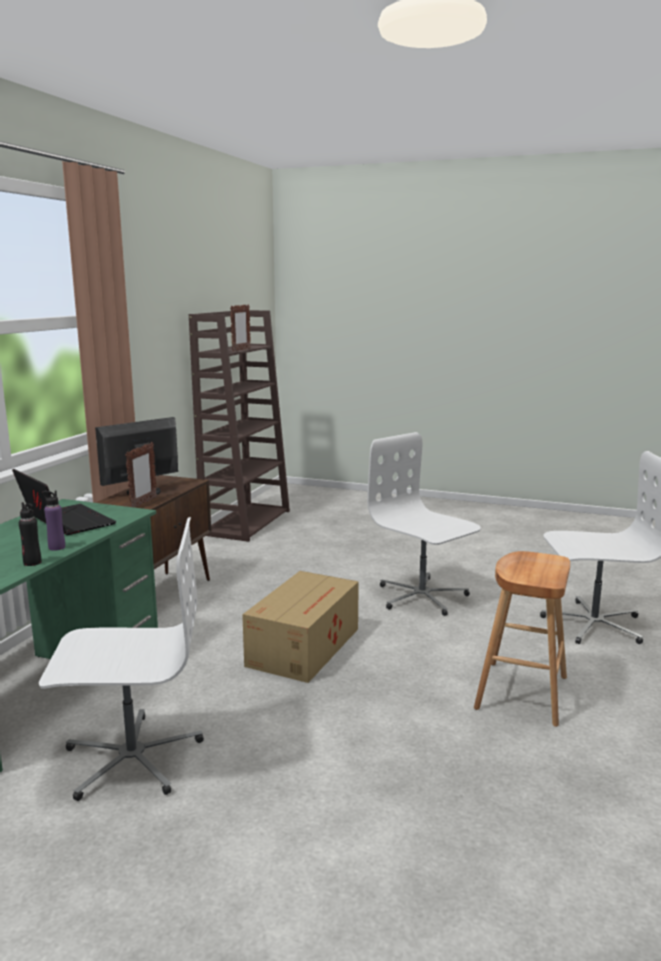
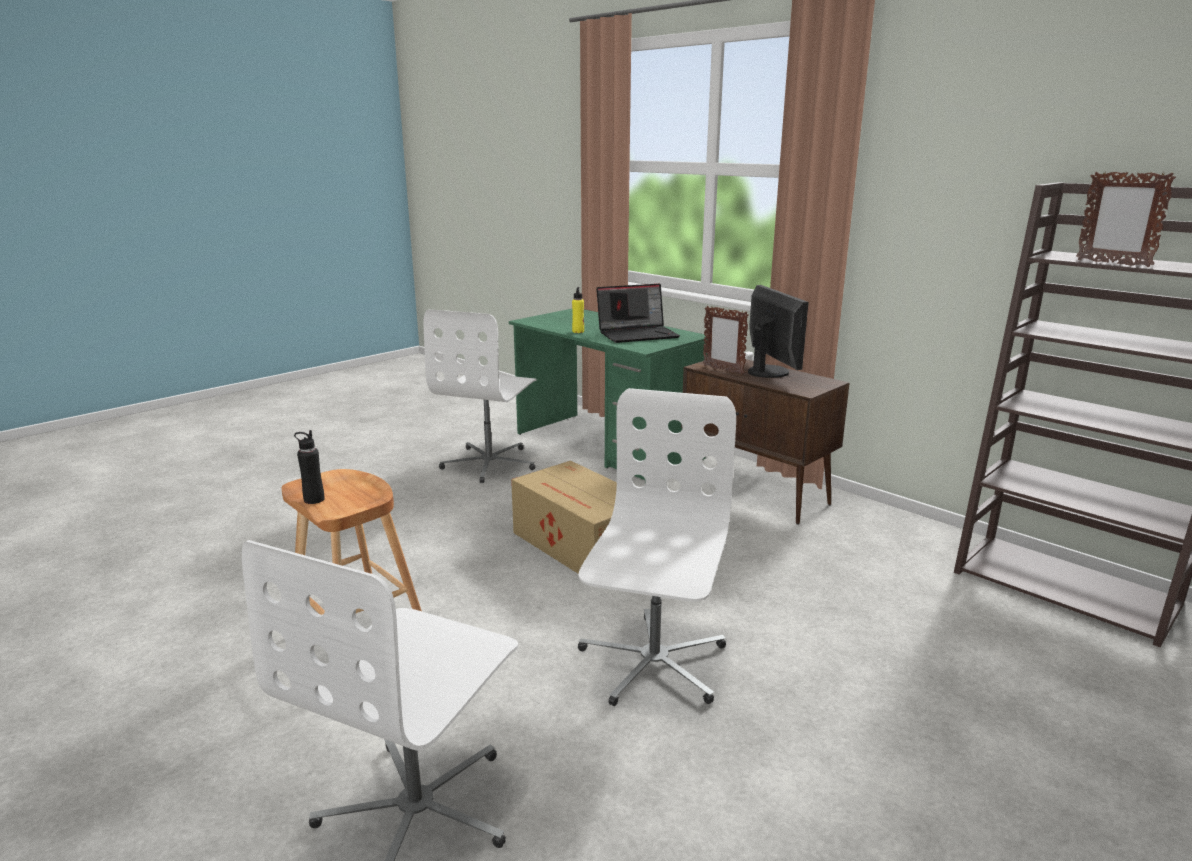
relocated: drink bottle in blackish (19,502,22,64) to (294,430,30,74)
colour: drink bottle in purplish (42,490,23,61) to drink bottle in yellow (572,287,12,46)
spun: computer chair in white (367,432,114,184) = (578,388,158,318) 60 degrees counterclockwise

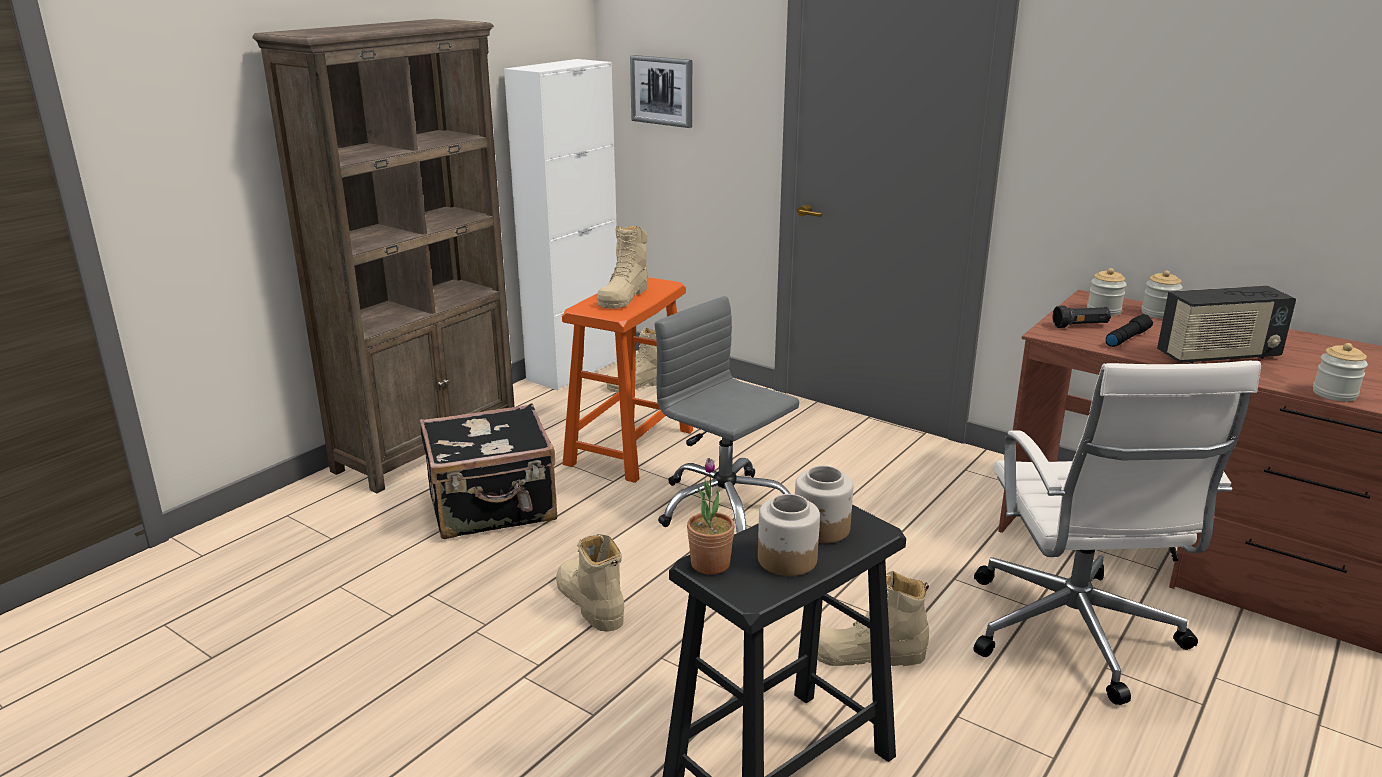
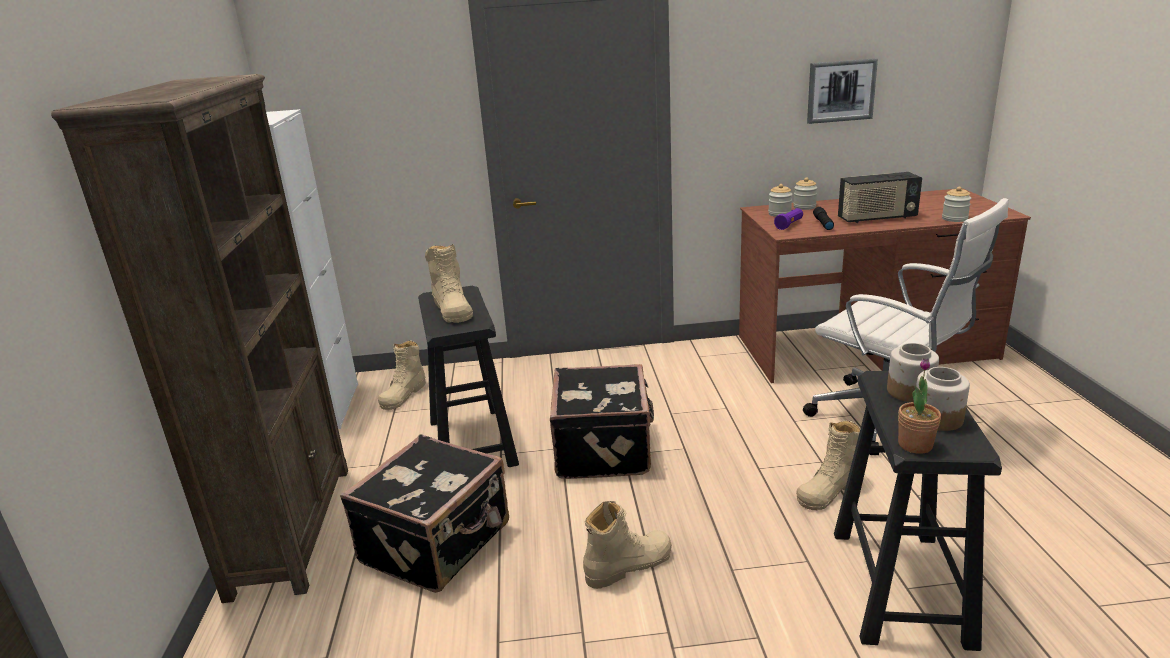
relocated: picture (630,55,62,73) to (807,58,71,66)
exchanged: computer chair in greyish (654,296,145,237) to travel case in blackish (550,364,104,115)
colour: stool seat in orangey (562,277,131,206) to stool seat in blackish (418,286,101,181); torch in blackish (1052,305,59,23) to torch in purplish (774,208,29,22)
spun: boot in beige-coloured (556,534,68,98) = (583,501,89,88) 135 degrees clockwise; radio receiver (1157,286,139,78) = (838,172,84,51) 45 degrees clockwise

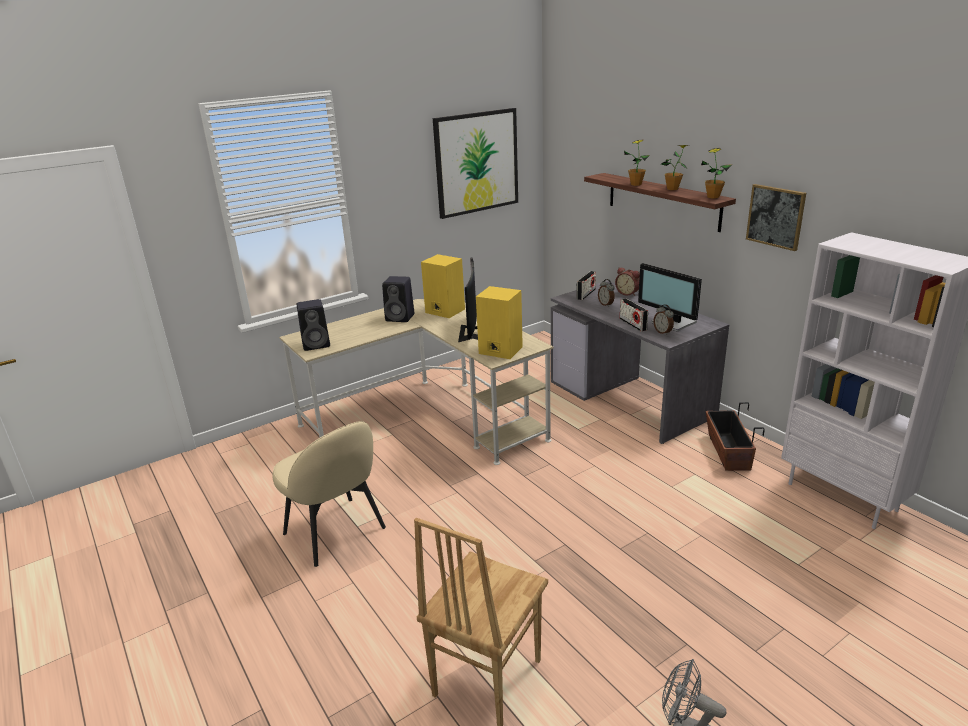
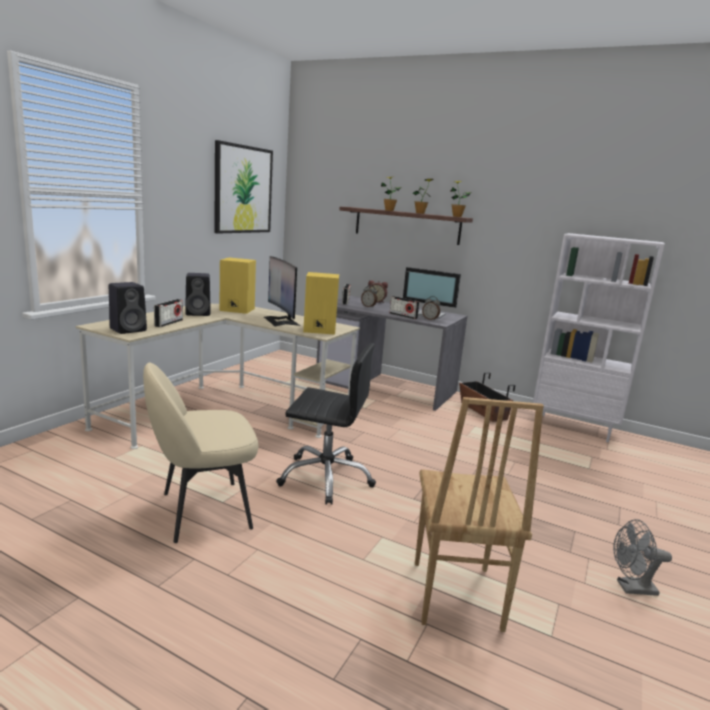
missing: picture (746,184,60,67)
appeared: radio receiver (154,299,29,28); computer chair in blackish (276,343,100,162)
spun: upright chair in beige-coloured (272,421,114,146) = (143,362,115,181) 135 degrees clockwise

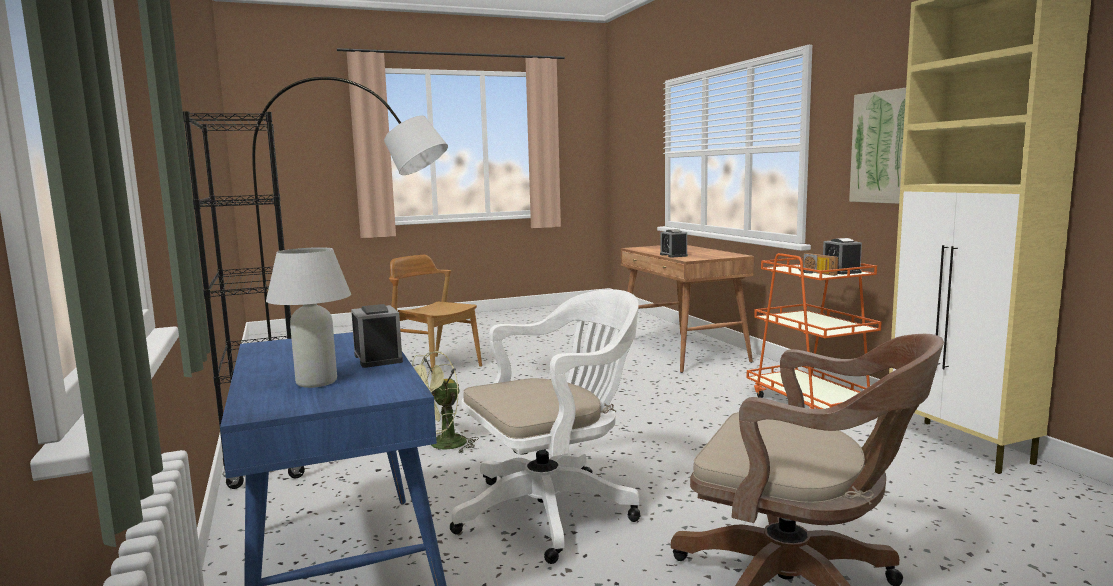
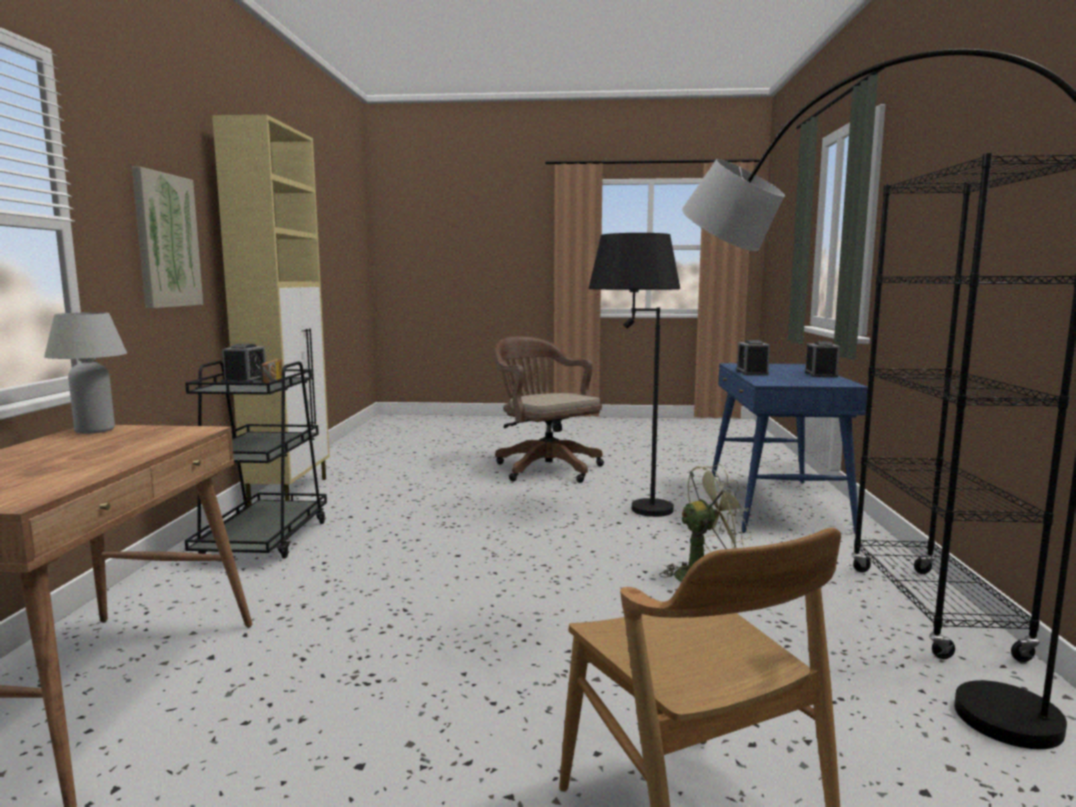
relocated: lamp for a table in white (266,247,85,141) to (44,312,83,122); table clock (660,229,28,29) to (805,341,35,37)
exchanged: computer chair in white (450,289,191,275) to standard lamp in blackish (589,233,91,284)
colour: trolley in orangey (747,253,135,156) to trolley in blackish (185,361,142,197)

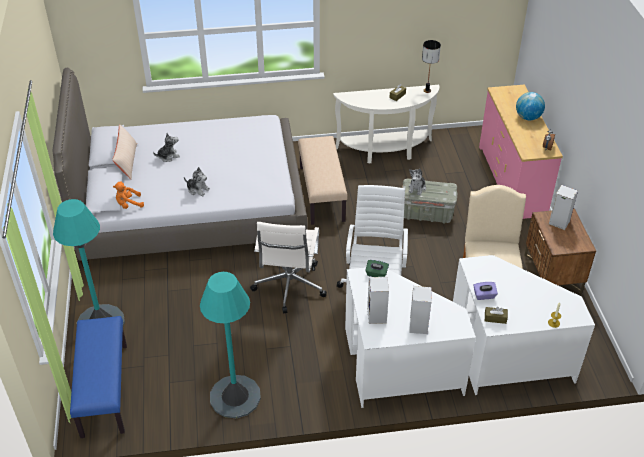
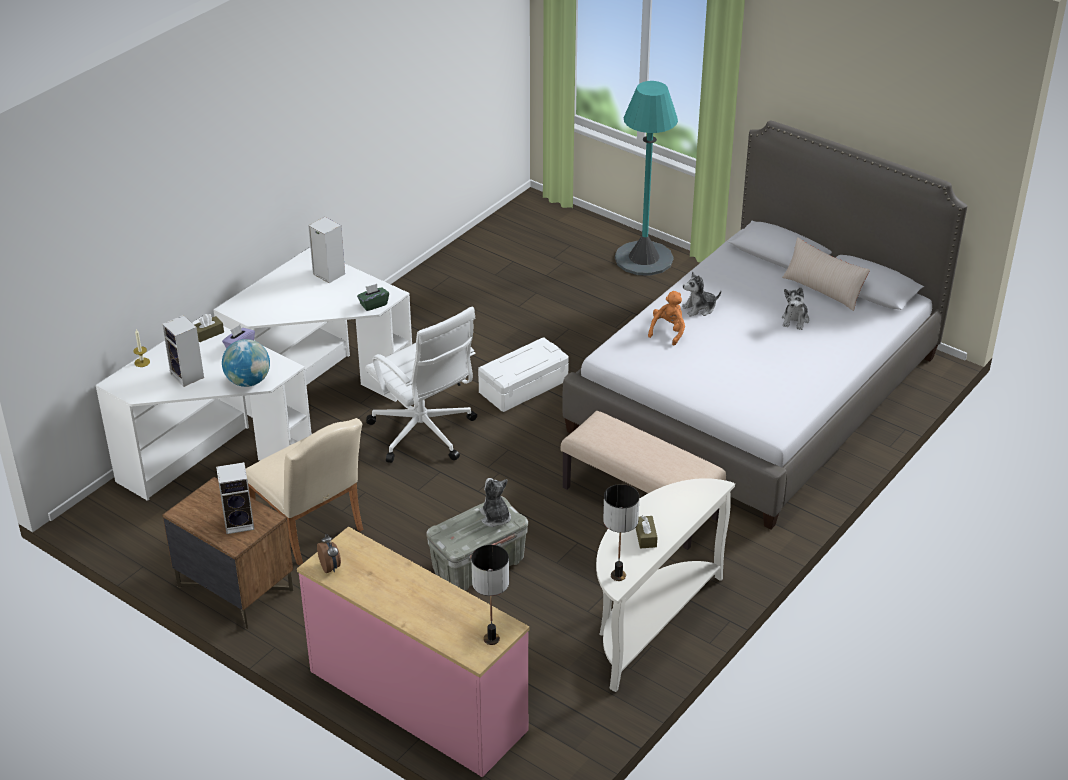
missing: bench in blue-coloured (70,316,57,122); standard lamp in turquoise-coloured (200,272,61,146)
appeared: lamp for a table (471,545,38,100)
relocated: cuddly toy in orangey (113,182,31,27) to (648,291,37,54); loudspeaker (409,286,23,48) to (162,315,42,72); world globe (516,92,29,28) to (222,339,48,48)
exchanged: computer chair in white (250,222,77,91) to storage bin in white (478,337,90,75)

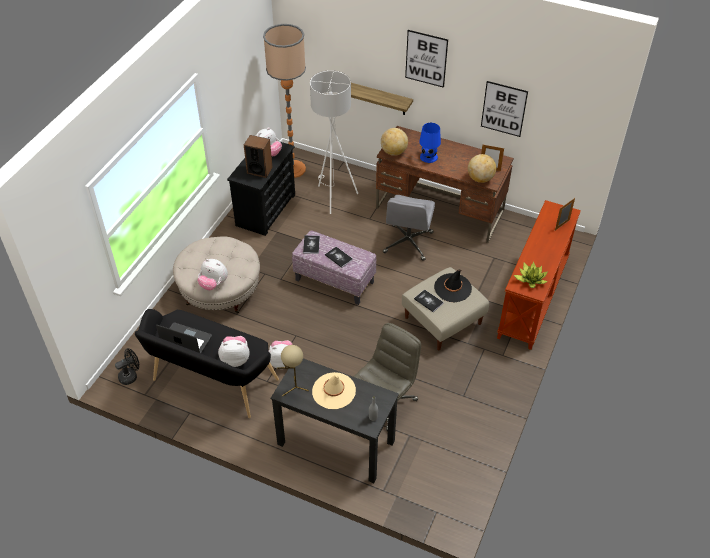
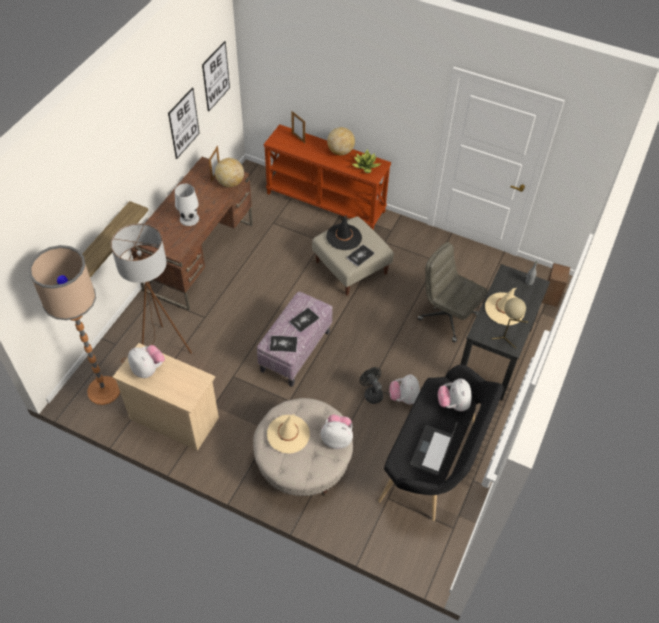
missing: computer chair in greyish (383,195,52,66)
appeared: clothing hat in beige-coloured (267,414,43,40)
relocated: fan in blackish (115,348,24,37) to (359,367,24,37); loudspeaker (244,135,29,43) to (542,263,29,44); world globe (381,128,27,28) to (327,127,28,28); picture (405,30,43,58) to (202,41,28,71)
colour: drawer chest in blackish (227,142,68,94) to drawer chest in beige-coloured (113,343,106,108); standard lamp in white (310,70,49,144) to standard lamp in brownish (111,223,81,140); lamp for a table in blue-coloured (419,123,22,40) to lamp for a table in white (175,184,24,42)
spun: cuddly toy (197,259,31,32) = (321,414,32,35) 105 degrees counterclockwise

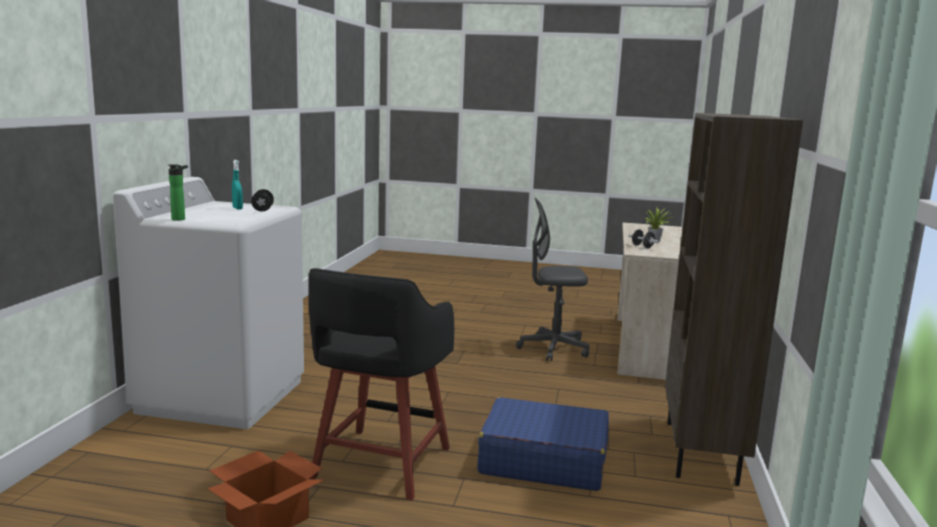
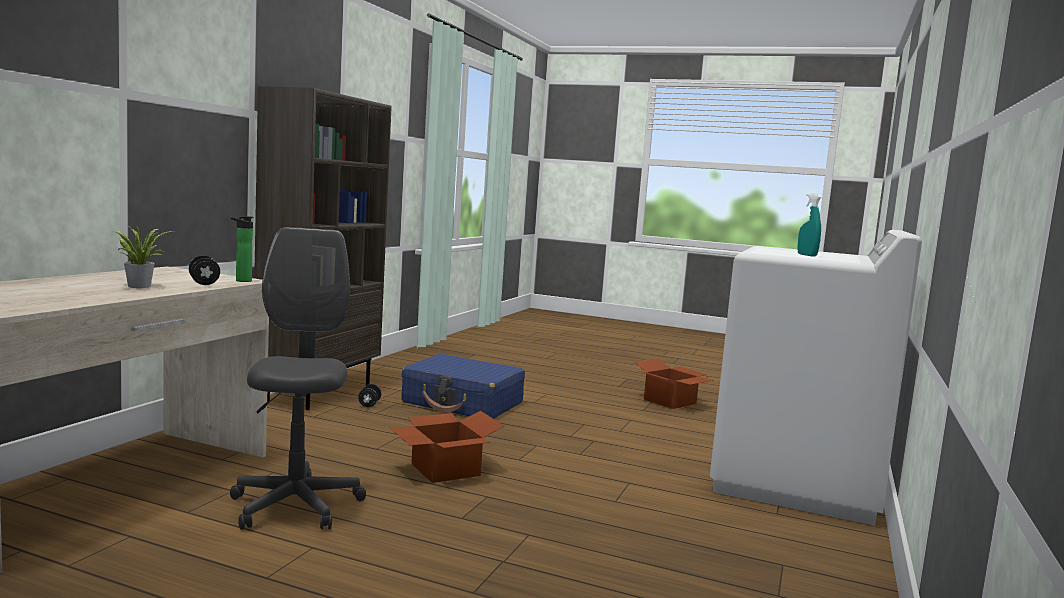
missing: stool seat in blackish (309,268,145,233)
appeared: cardboard box (390,411,114,72)
relocated: drink bottle (168,164,20,57) to (231,216,23,66); dumbbell in blackish (251,189,23,22) to (358,384,23,23)
spun: computer chair in greyish (516,198,74,163) = (230,227,136,303) 105 degrees counterclockwise

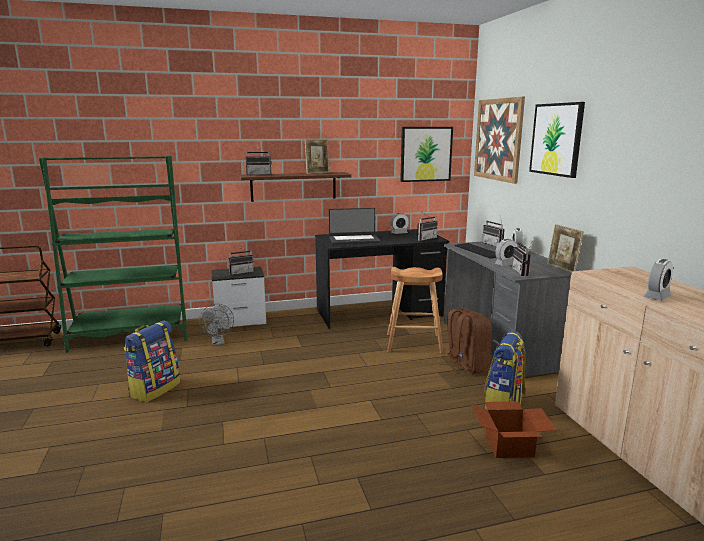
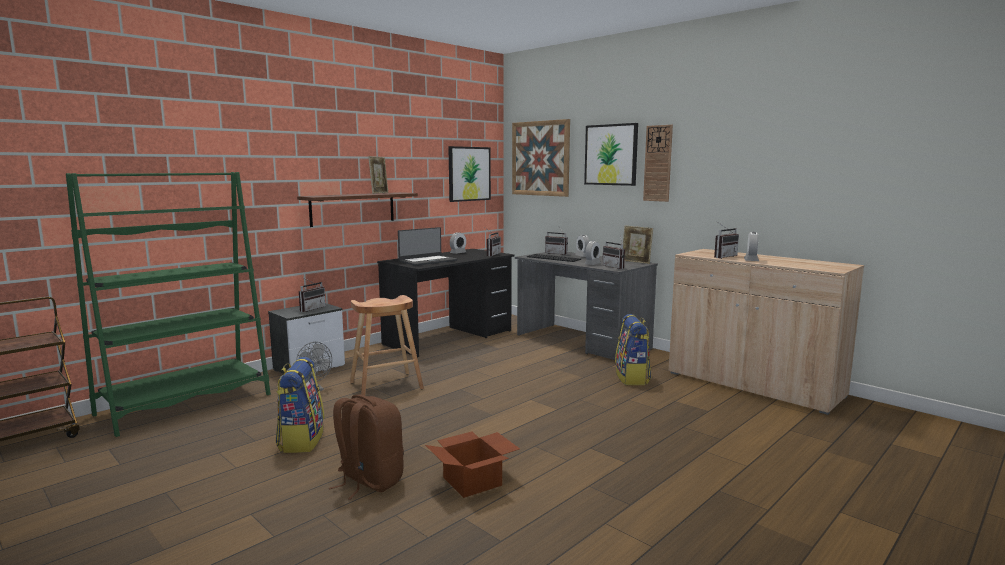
appeared: clock on the wall (643,125,30,77)
relocated: radio receiver (245,145,27,31) to (714,221,25,38); stool seat in brownish (387,267,56,87) to (350,295,74,101); backpack in brownish (439,308,53,66) to (329,395,75,105); cardboard box (471,402,86,56) to (425,431,95,67)

